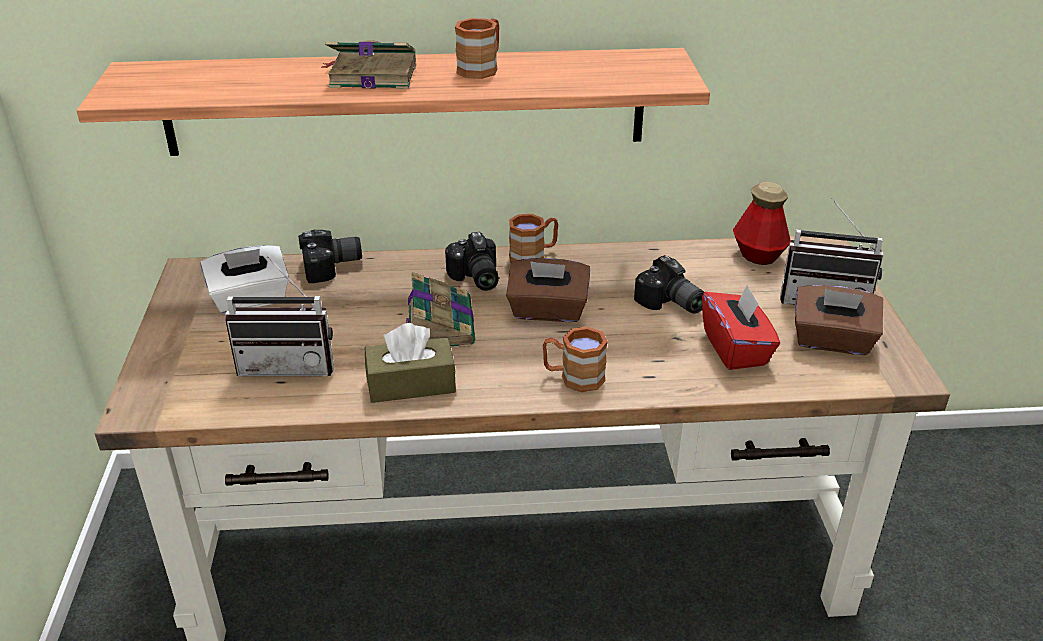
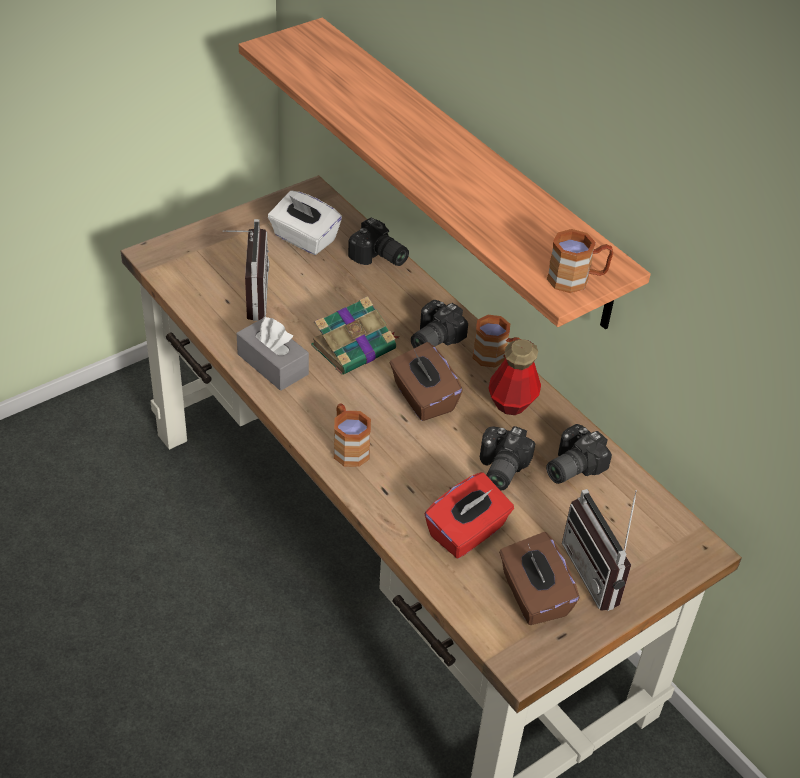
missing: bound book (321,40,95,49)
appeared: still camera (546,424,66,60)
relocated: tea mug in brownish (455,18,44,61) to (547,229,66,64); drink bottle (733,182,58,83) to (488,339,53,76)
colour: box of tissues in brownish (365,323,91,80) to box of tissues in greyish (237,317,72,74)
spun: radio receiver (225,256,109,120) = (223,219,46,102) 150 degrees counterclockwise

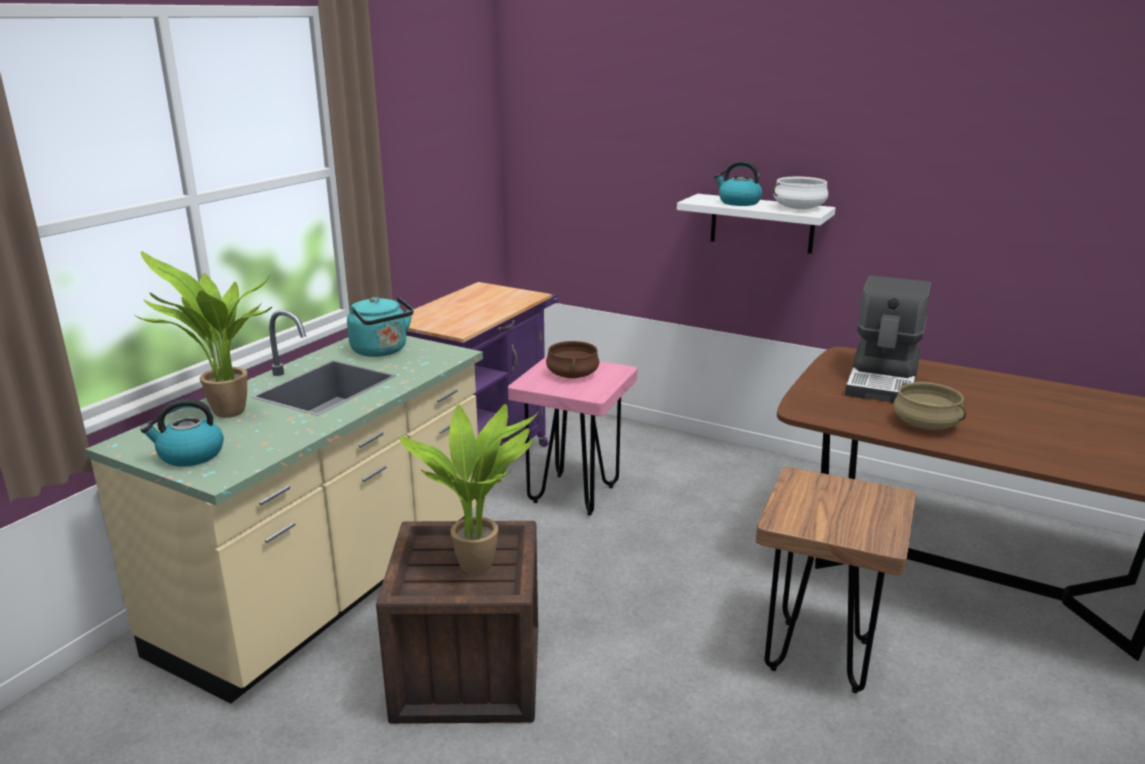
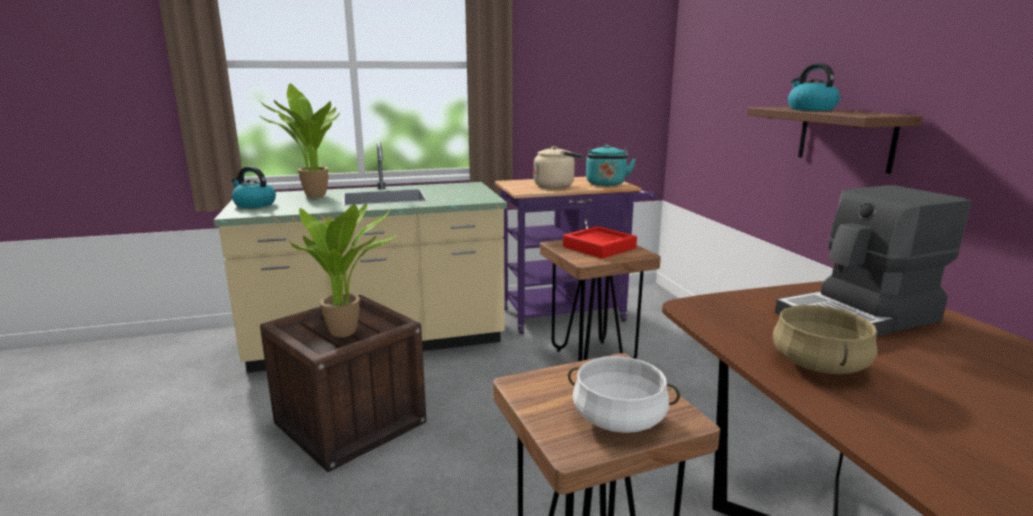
appeared: tea kettle in beige-coloured (534,146,48,42)
relocated: tea kettle in turquoise-coloured (347,296,67,61) to (586,144,50,42); cooking pot in white (773,177,55,32) to (568,356,112,77)
exchanged: cooking pot in brownish (546,341,54,37) to serving tray in reddish (563,226,74,33)
colour: stool seat in pinkish (508,355,129,160) to stool seat in brownish (540,240,121,122); shelf in white (677,194,159,60) to shelf in brownish (747,107,176,67)

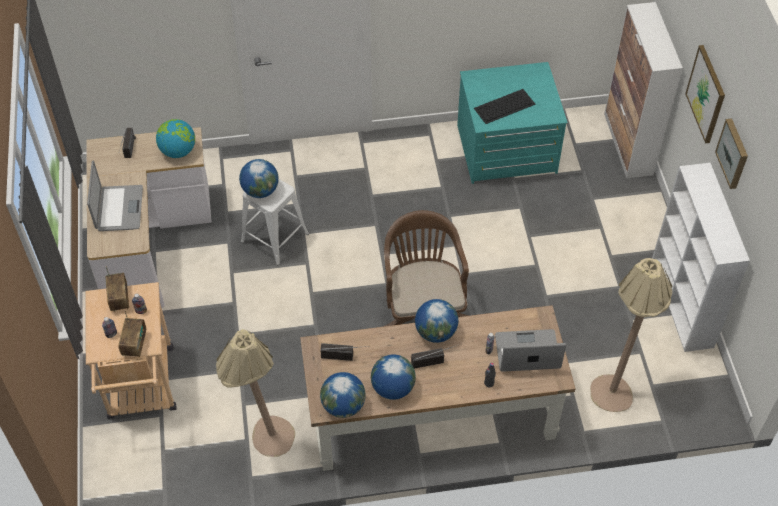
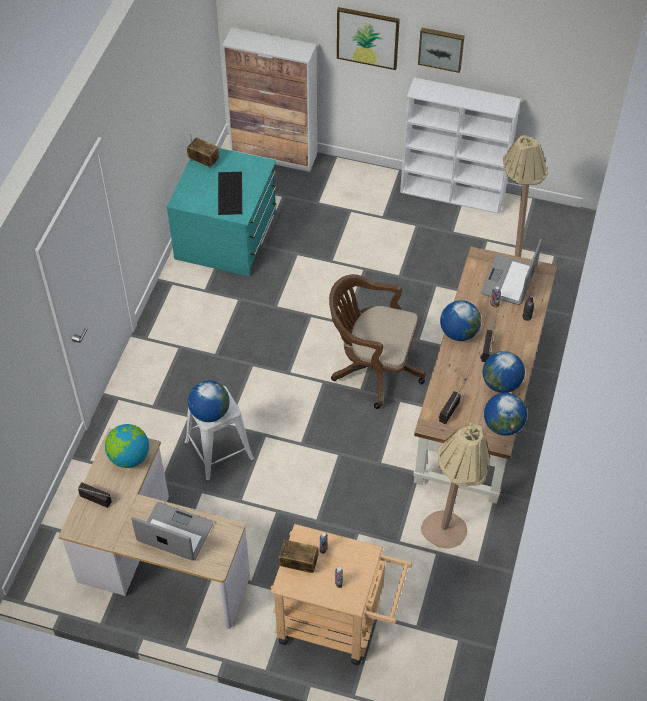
relocated: radio receiver (118,310,28,47) to (187,134,32,34)

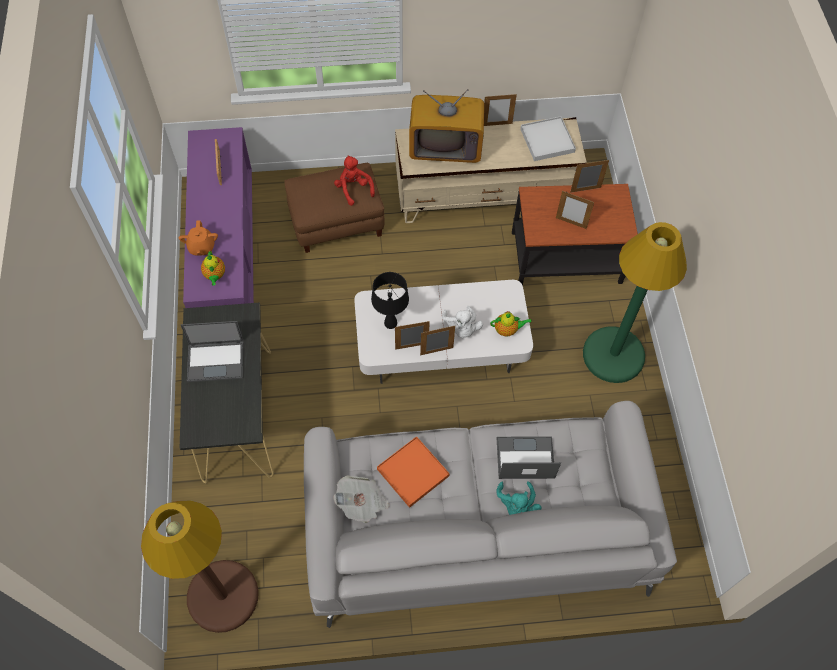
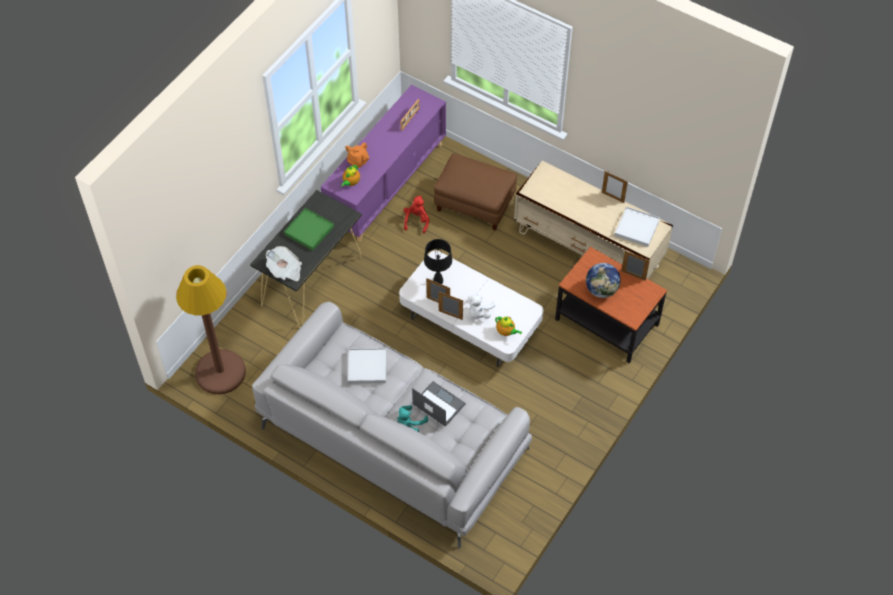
missing: television (409,89,75,74); standard lamp in green-coloured (583,222,104,161)
relocated: newspaper (333,476,57,47) to (266,246,36,35); cuddly toy in reddish (334,155,41,51) to (404,196,25,37)
exchanged: notebook computer (181,321,63,61) to serving tray in green-coloured (284,208,50,43); picture frame (556,191,38,38) to world globe (586,263,35,35)
colour: serving tray in orangey (377,436,73,72) to serving tray in white (348,348,38,36)

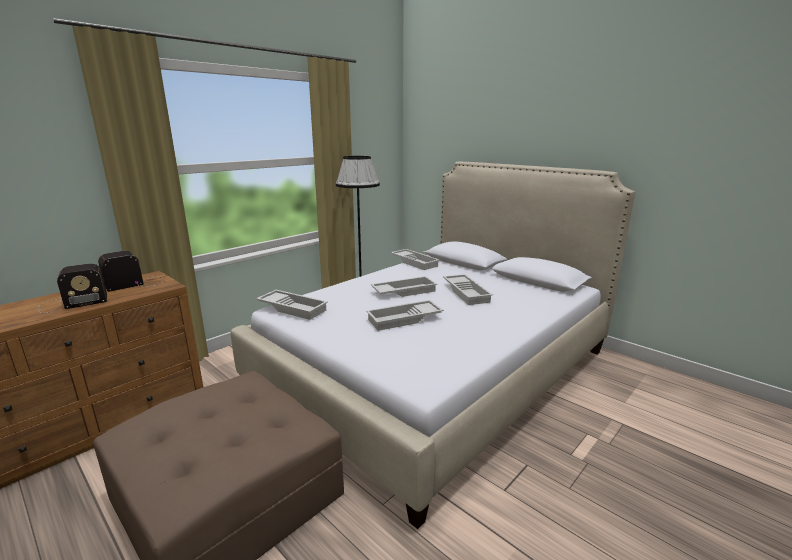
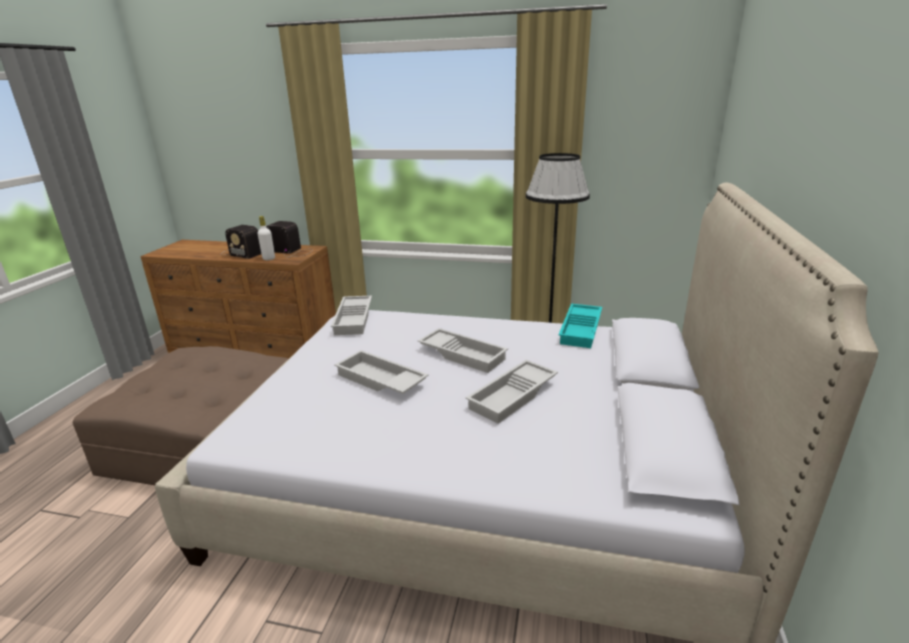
appeared: drink bottle in white (257,216,18,44)
colour: serving tray in white (391,249,48,21) to serving tray in turquoise-coloured (558,304,44,44)

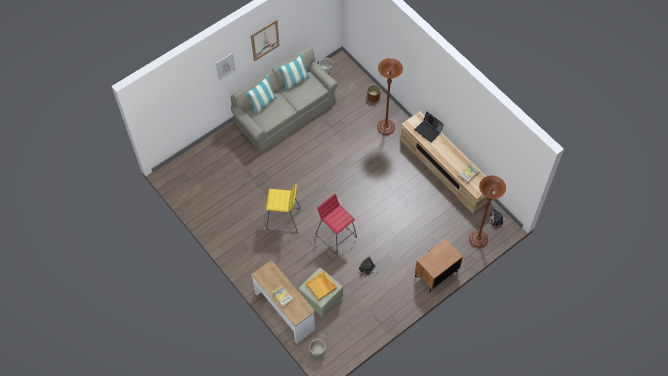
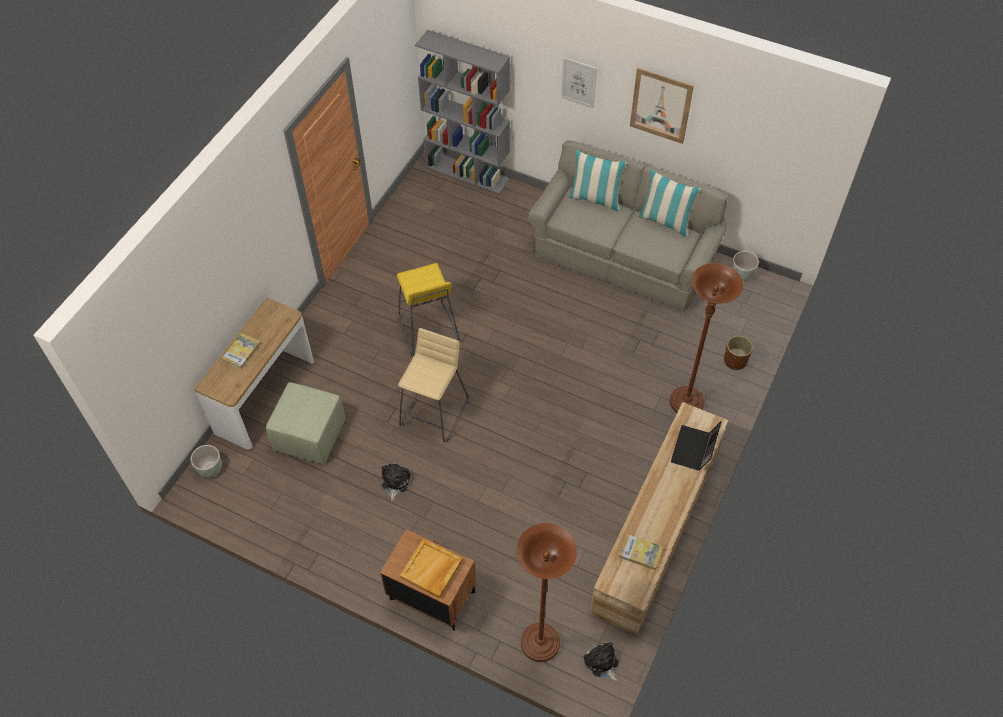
appeared: bookcase in greyish (415,30,95,165)
relocated: serving tray in beige-coloured (306,271,31,29) to (400,538,63,61)
colour: stool seat in reddish (316,194,41,60) to stool seat in beige-coloured (398,328,71,114)

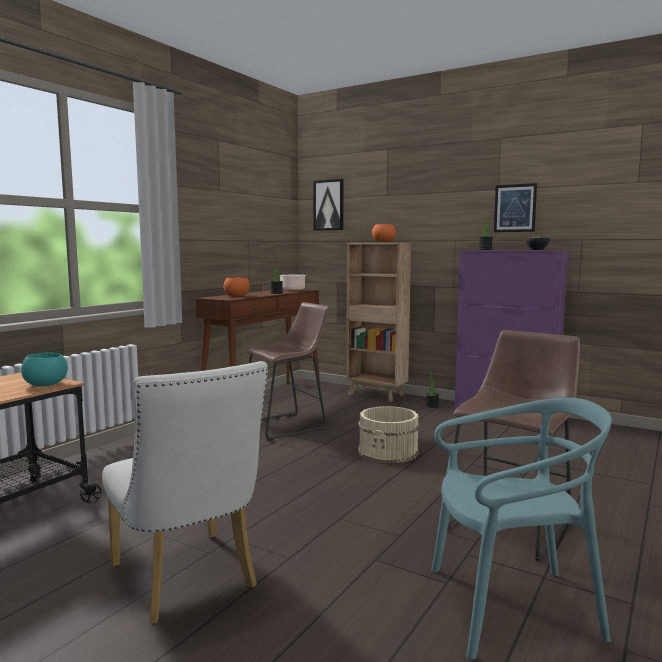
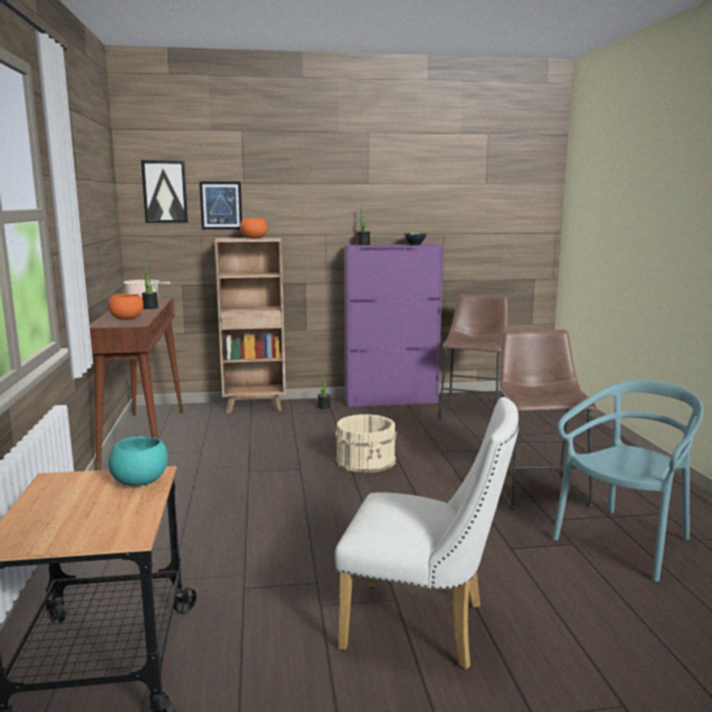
relocated: stool seat in brownish (247,302,82,139) to (438,294,70,124); picture (494,183,43,49) to (199,181,43,49)

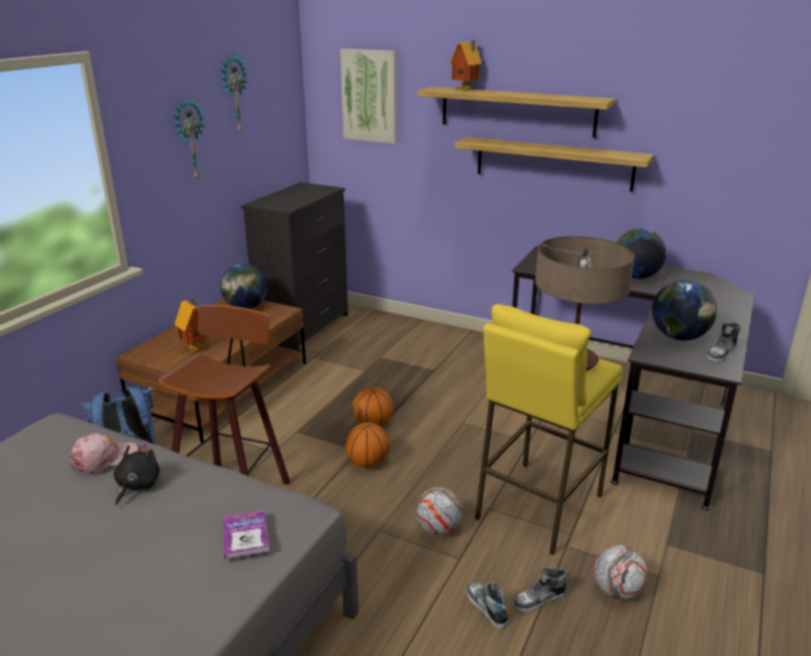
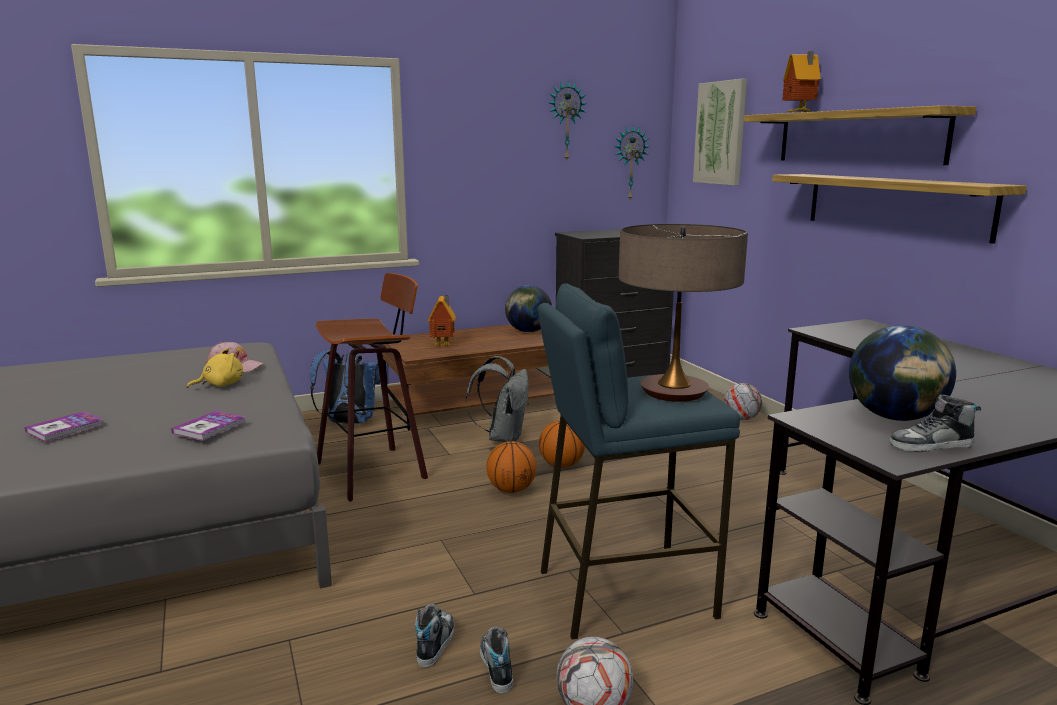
missing: world globe (617,229,49,50)
appeared: bound book (25,411,78,31); backpack in greyish (466,356,63,86)
relocated: clock on the wall (173,96,32,83) to (614,125,36,75); football (416,487,46,48) to (724,383,38,37)
colour: cuddly toy in blackish (114,444,46,61) to cuddly toy in yellow (187,348,56,40); stool seat in yellow (475,304,147,252) to stool seat in blue-coloured (538,283,202,357)
spun: shoe (513,568,56,44) = (480,626,33,67) 60 degrees clockwise

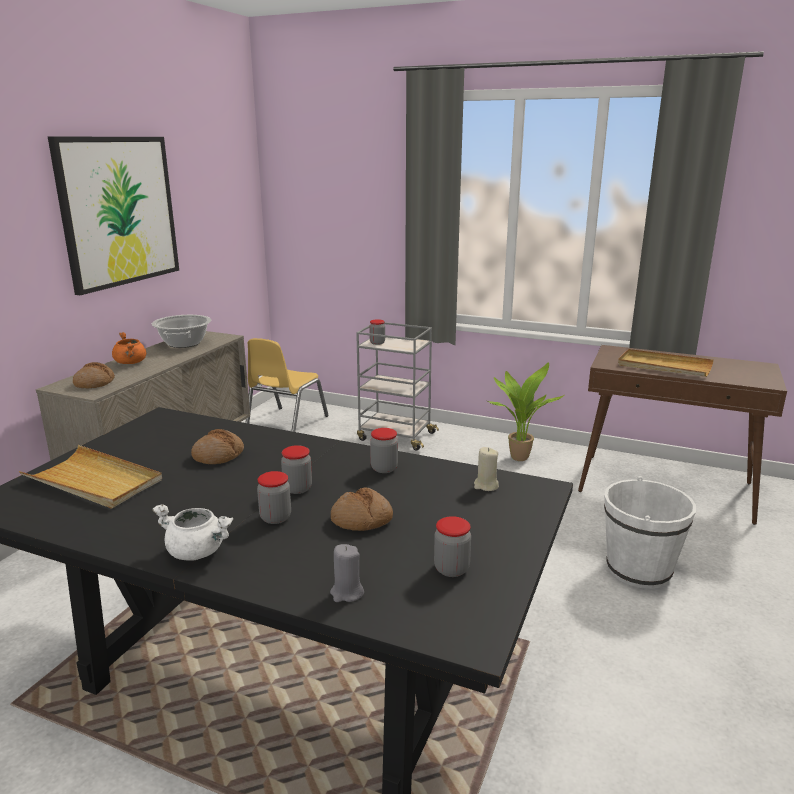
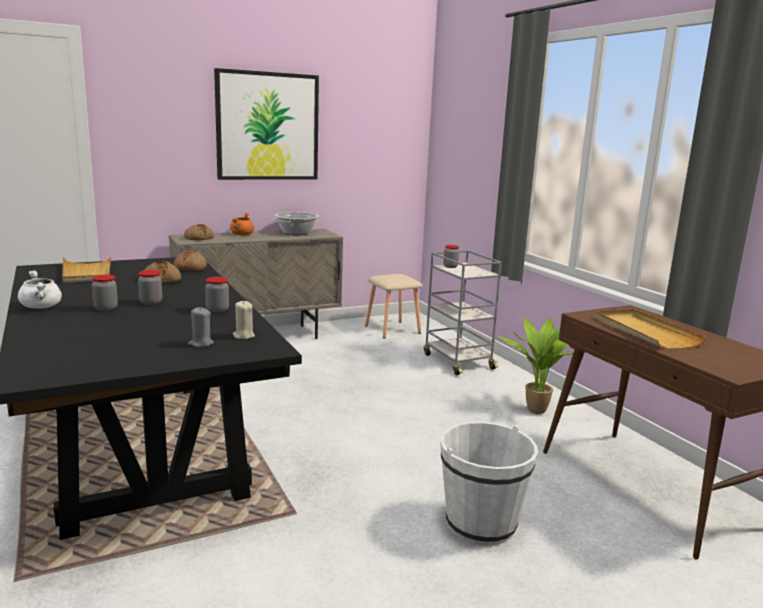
missing: preserve jar (434,516,37,61)
relocated: candle in greyish (330,544,34,58) to (188,307,26,40); bread (331,487,62,44) to (174,251,33,20)
exchanged: upright chair in yellow (245,338,84,94) to stool seat in beige-coloured (365,274,58,65)

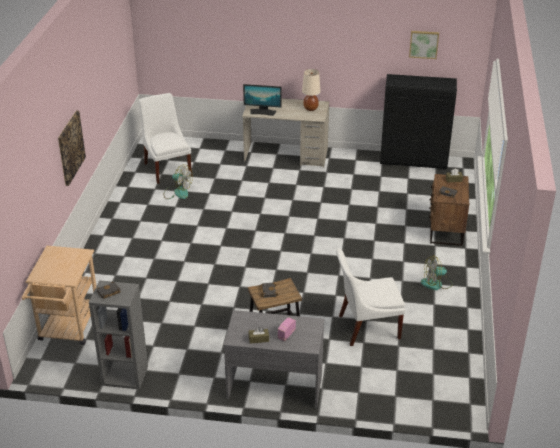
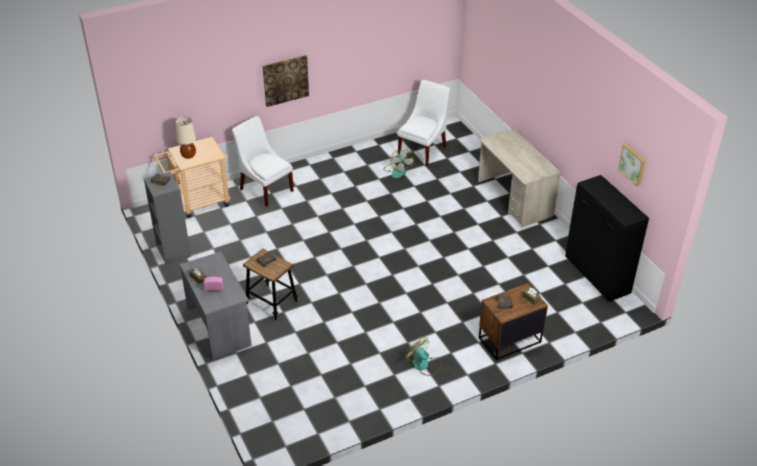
missing: monitor (243,84,39,32)
relocated: lamp for a table in beige-coloured (302,69,19,42) to (175,117,21,42); upright chair in white (336,248,69,98) to (232,116,61,91)

